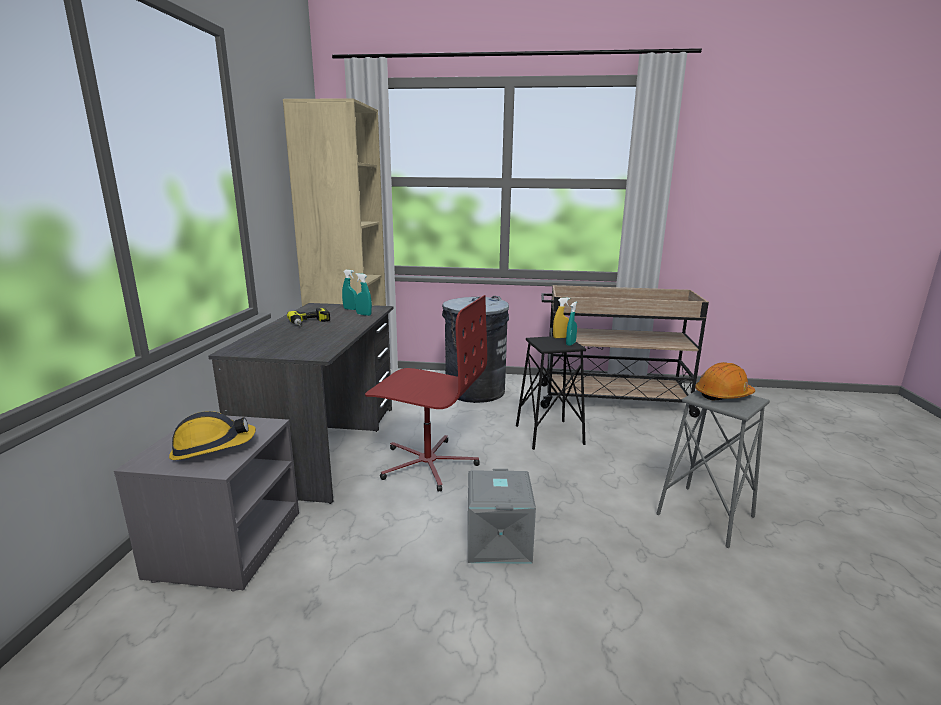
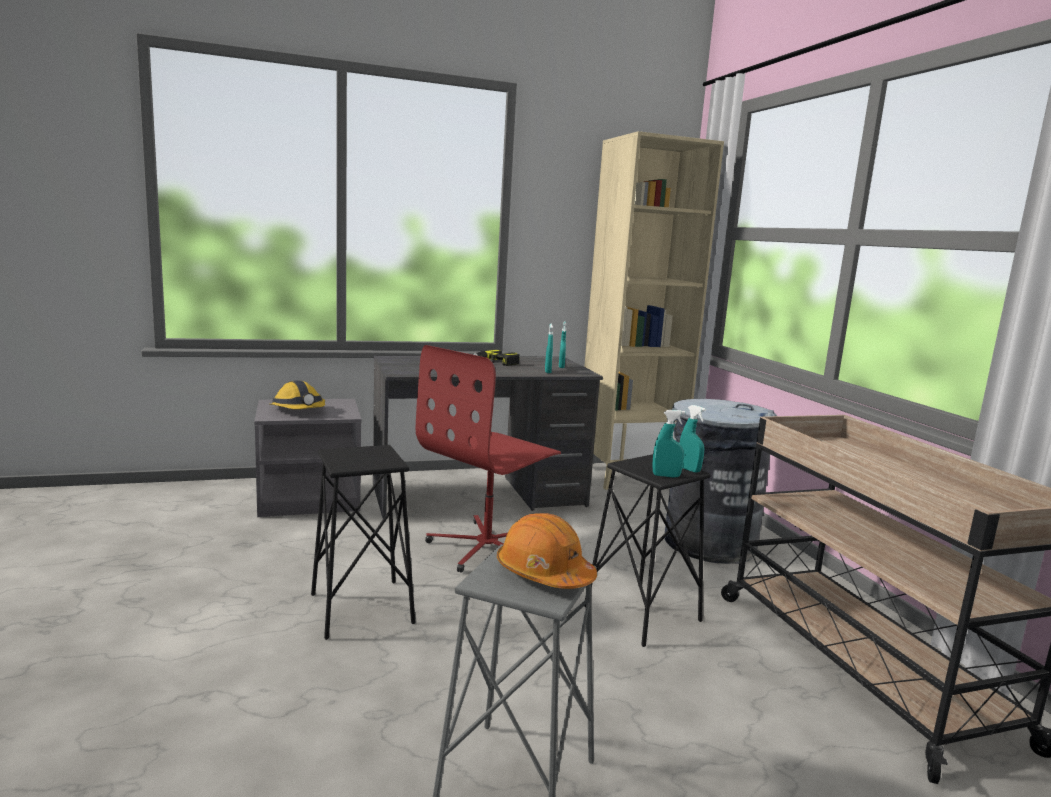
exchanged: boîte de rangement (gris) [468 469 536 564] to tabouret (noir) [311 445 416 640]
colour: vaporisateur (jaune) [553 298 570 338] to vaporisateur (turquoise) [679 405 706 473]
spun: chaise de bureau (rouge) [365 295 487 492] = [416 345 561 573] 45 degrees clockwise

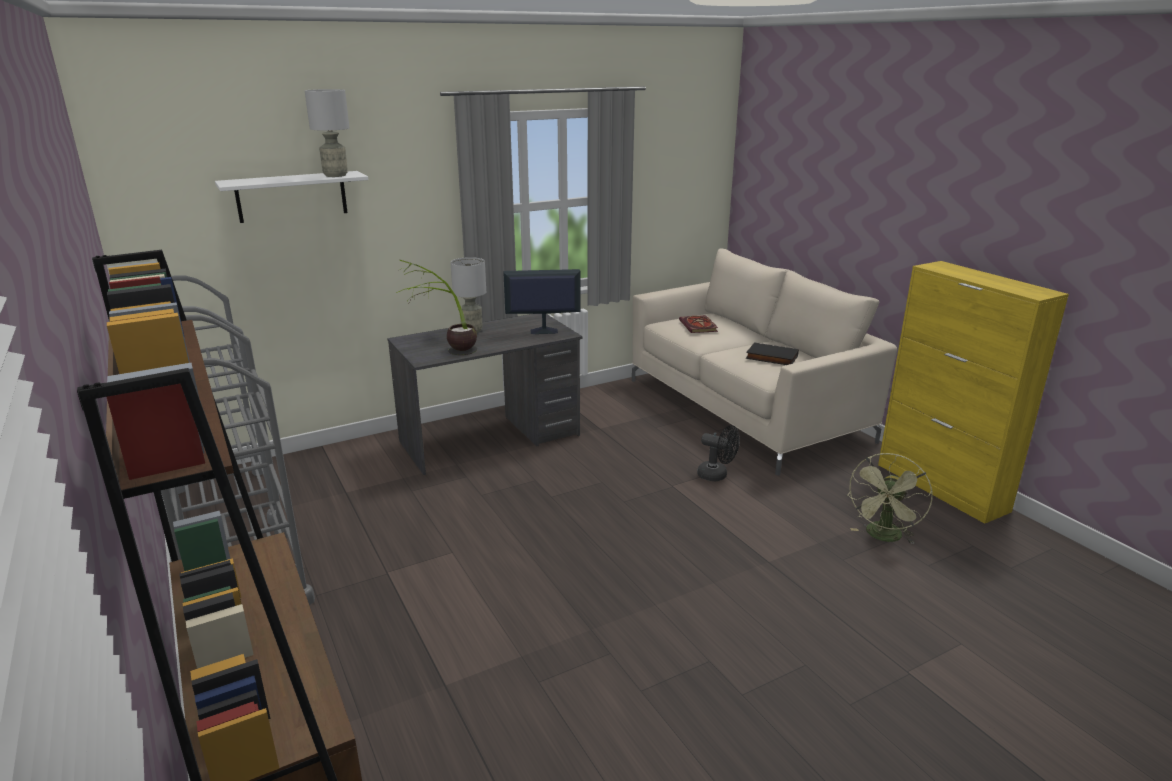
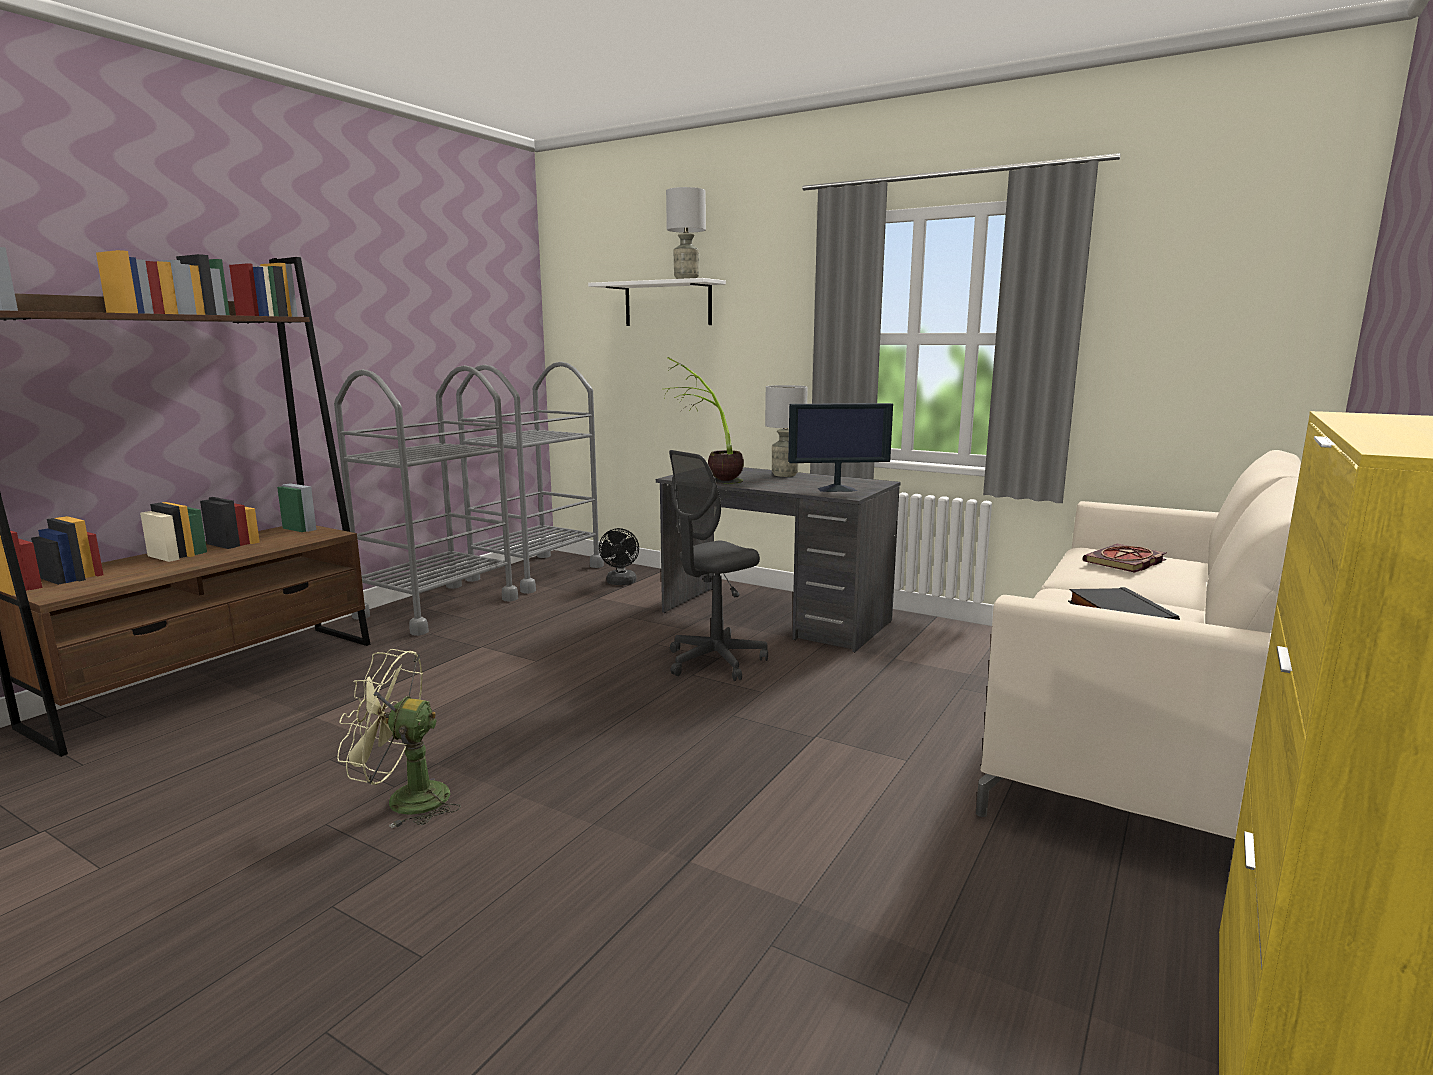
appeared: chaise de bureau (gris) [669 450 768 681]
relocated: ventilateur (noir) [697 425 740 481] to [599 528 639 585]; ventilateur (vert) [847 453 933 544] to [337 649 461 829]
spun: écran d'ordinateur [503 269 581 334] = [788 403 893 492] 120 degrees clockwise

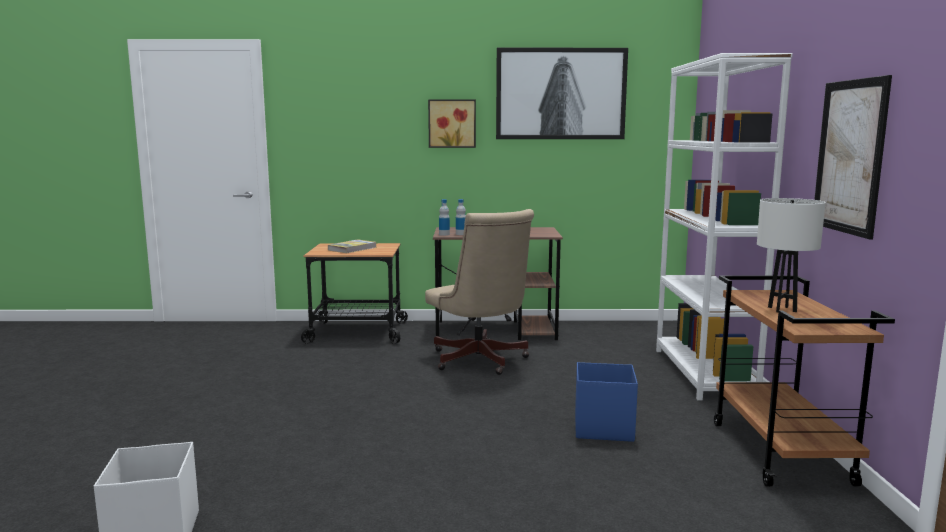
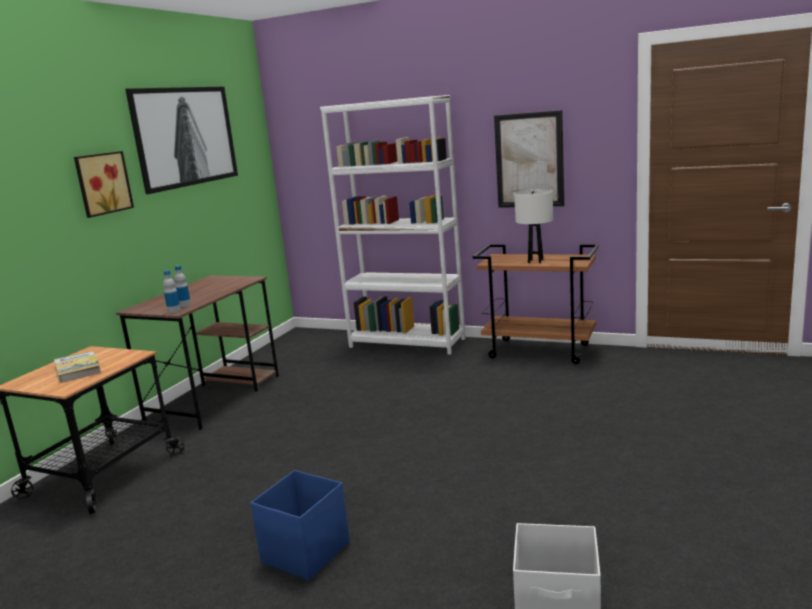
missing: chaise de bureau (beige) [425 209 534 375]
relocated: boîte de rangement (bleu) [575 362 638 442] to [251 470 350 580]

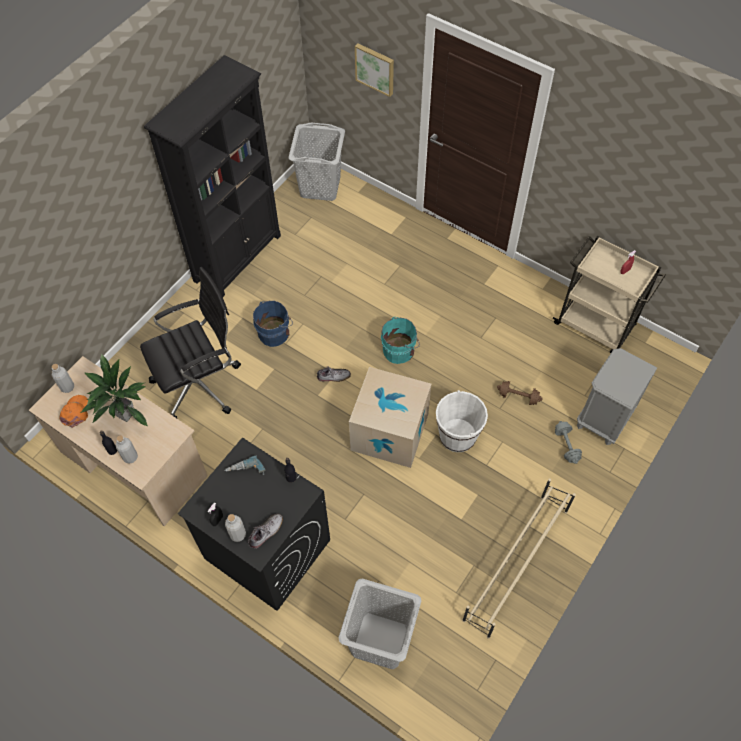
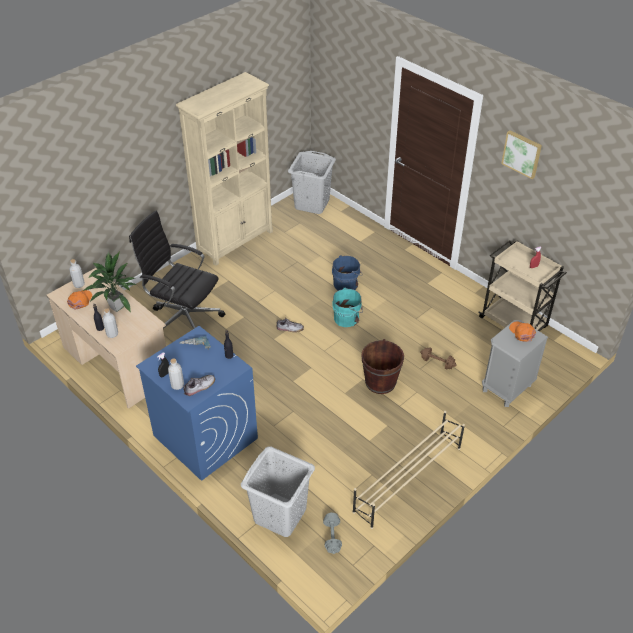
missing: carton [349 367 431 468]
appeared: casquette (orange) [509 321 536 342]
relocated: tableau [355 43 394 97] to [501 130 542 179]; seau (bleu) [253 300 293 347] to [332 255 363 291]; haltère (gris) [555 421 582 464] to [323 512 342 554]
colour: bibliothèque (noir) [144 55 281 297] to bibliothèque (beige) [176 72 273 266]; seau (blanc) [436 390 488 452] to seau (marron) [361 339 404 394]; lave-linge (noir) [178 437 330 611] to lave-linge (bleu) [136 326 258 481]
spun: chaise de bureau (noir) [140 267 241 418] = [129 210 225 329] 135 degrees counterclockwise

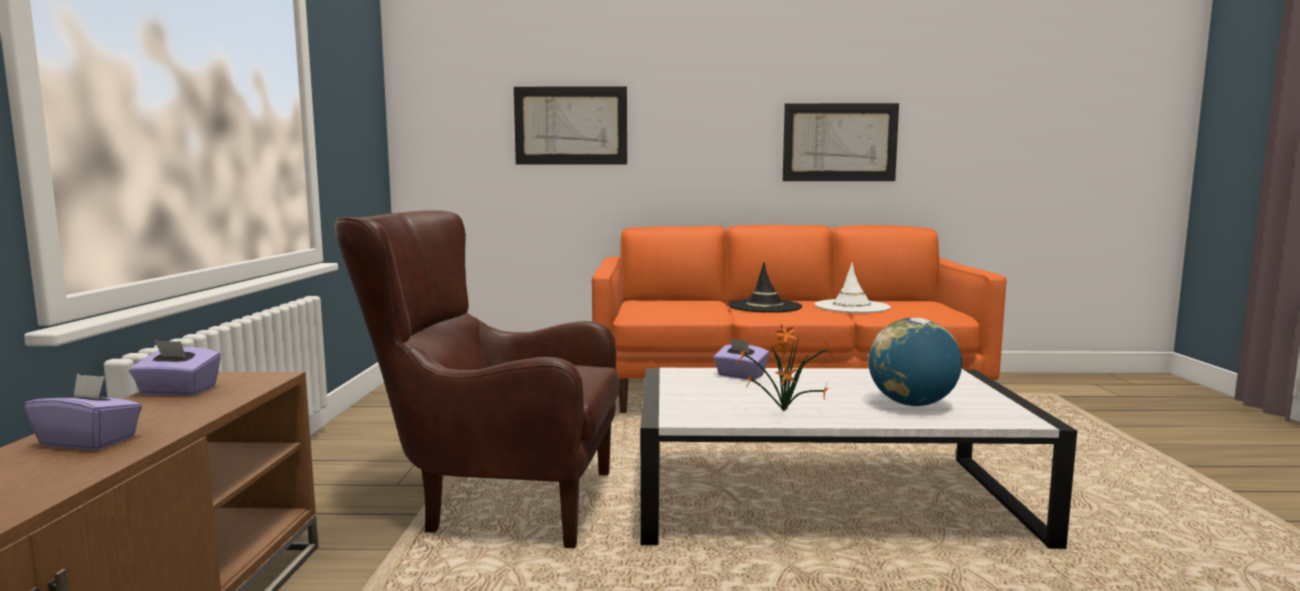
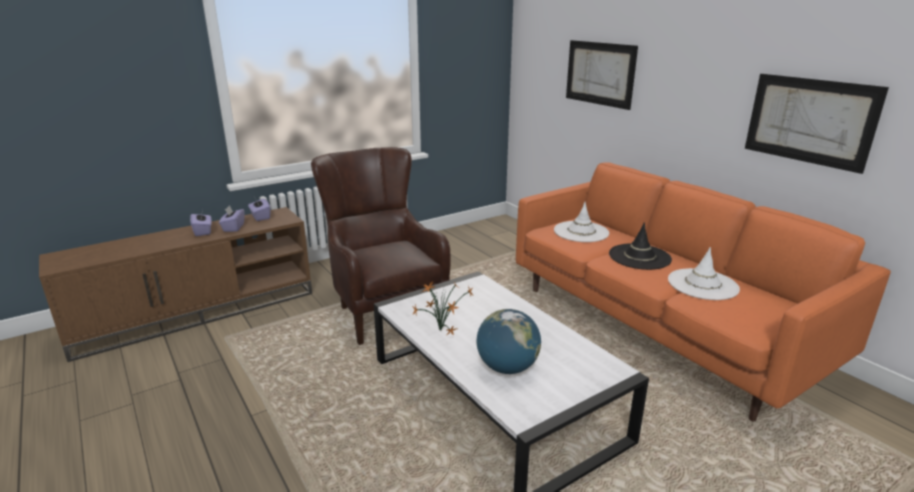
appeared: chapeau (blanc) [554 202 609 242]
relocated: boîte à mouchoirs (violet) [714 338 769 380] to [219 205 245 232]

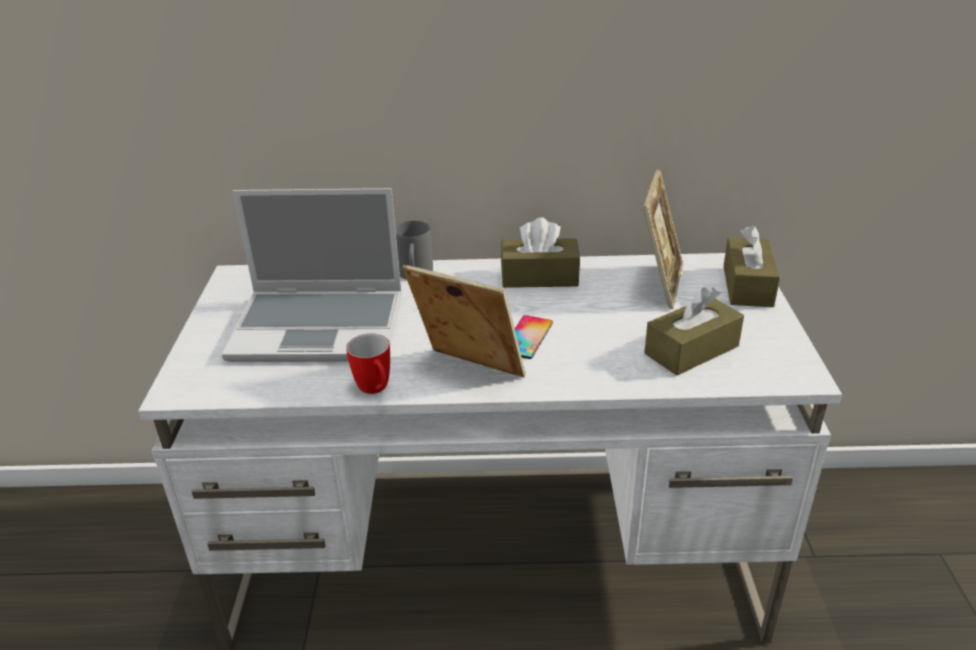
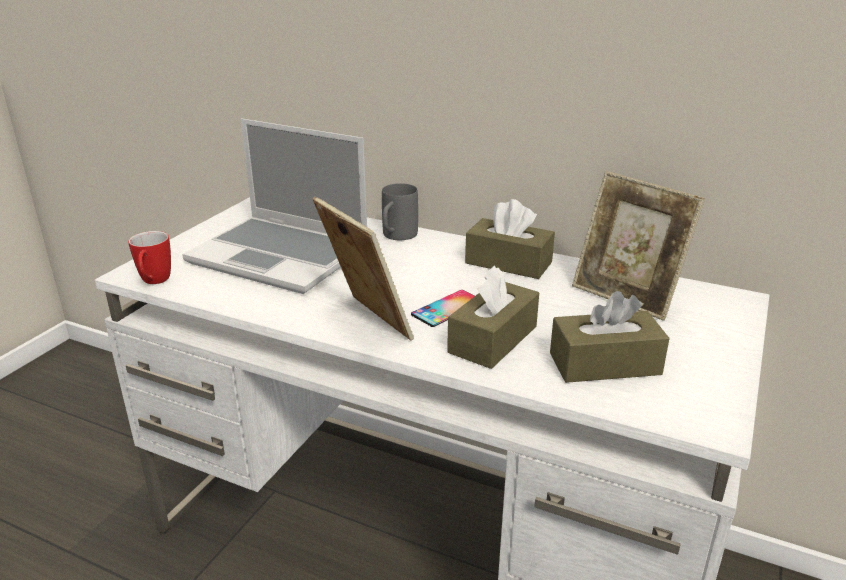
relocated: boîte à mouchoirs (marron) [724 225 780 307] to [447 265 539 369]; mug [346 334 390 394] to [128 231 171 284]
spun: cadre photo [643 169 683 309] = [572 171 705 321] 90 degrees clockwise

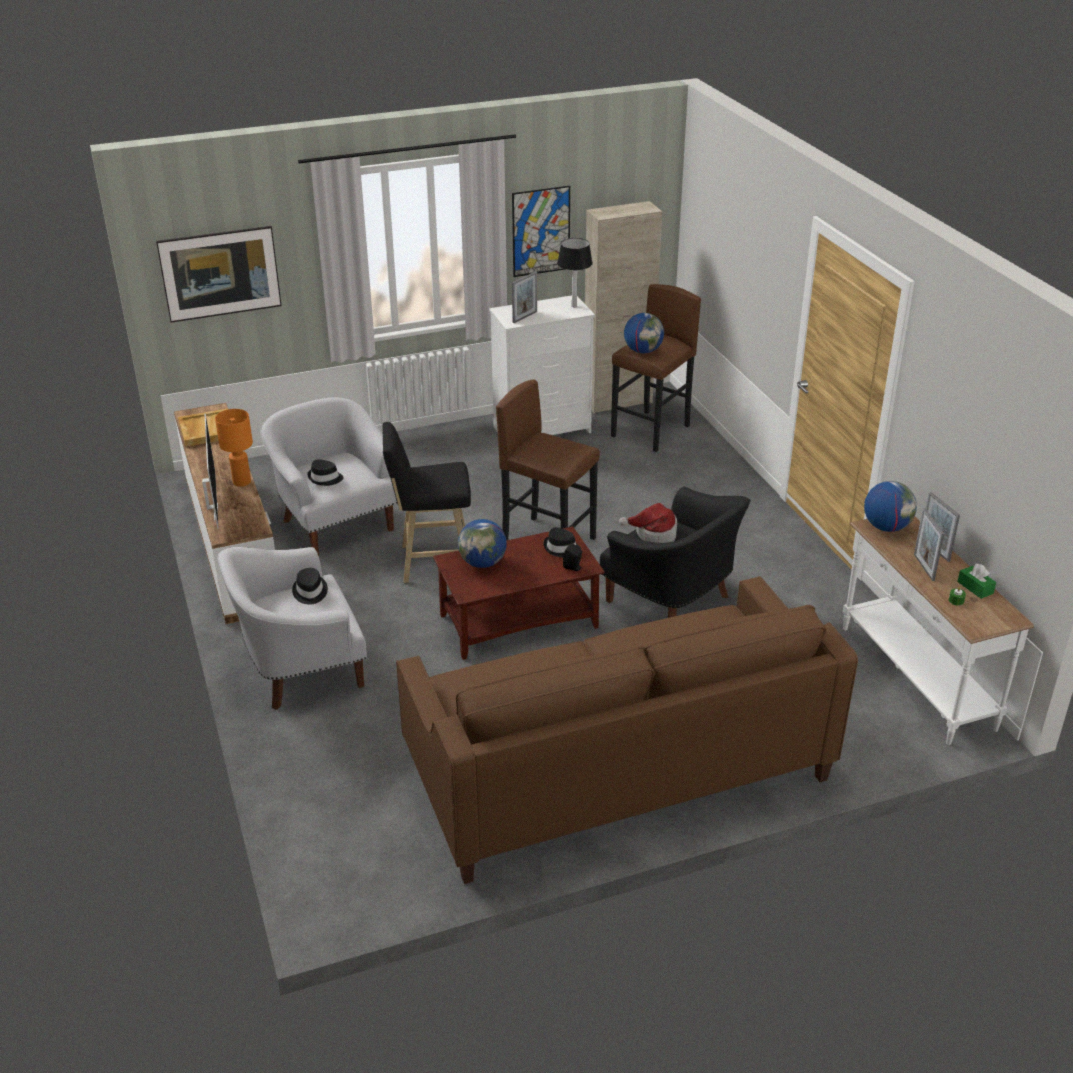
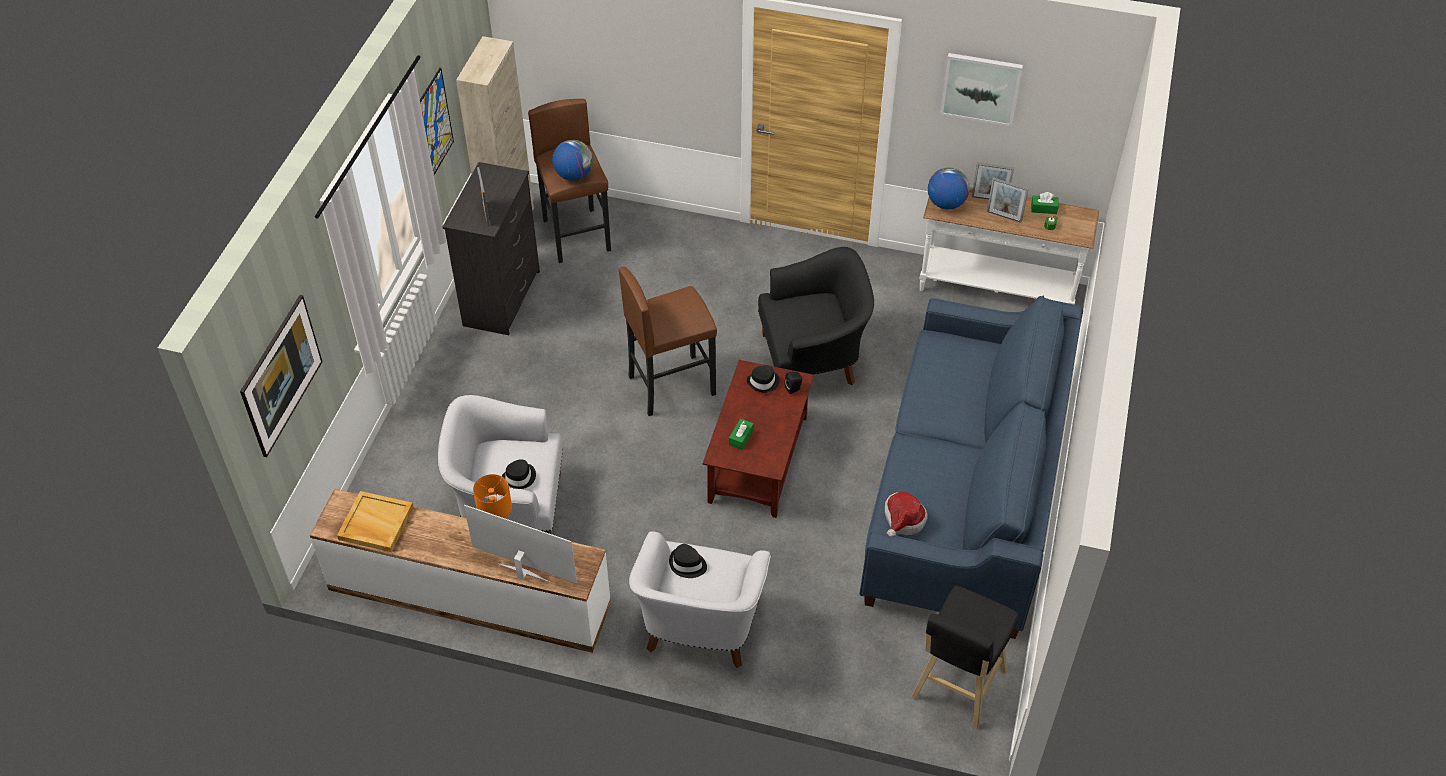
missing: lampe de table [557 238 593 307]
appeared: tableau [940 53 1023 127]
relocated: tabouret (noir) [382 422 471 583] to [911 586 1019 728]; chapeau [619 503 677 543] to [885 492 928 536]
exchanged: globe [458 519 507 568] to boîte à mouchoirs (vert) [729 419 754 450]
colour: commode (blanc) [489 295 595 435] to commode (noir) [443 162 540 335]; canapé (marron) [396 576 858 884] to canapé (bleu) [860 296 1083 639]

